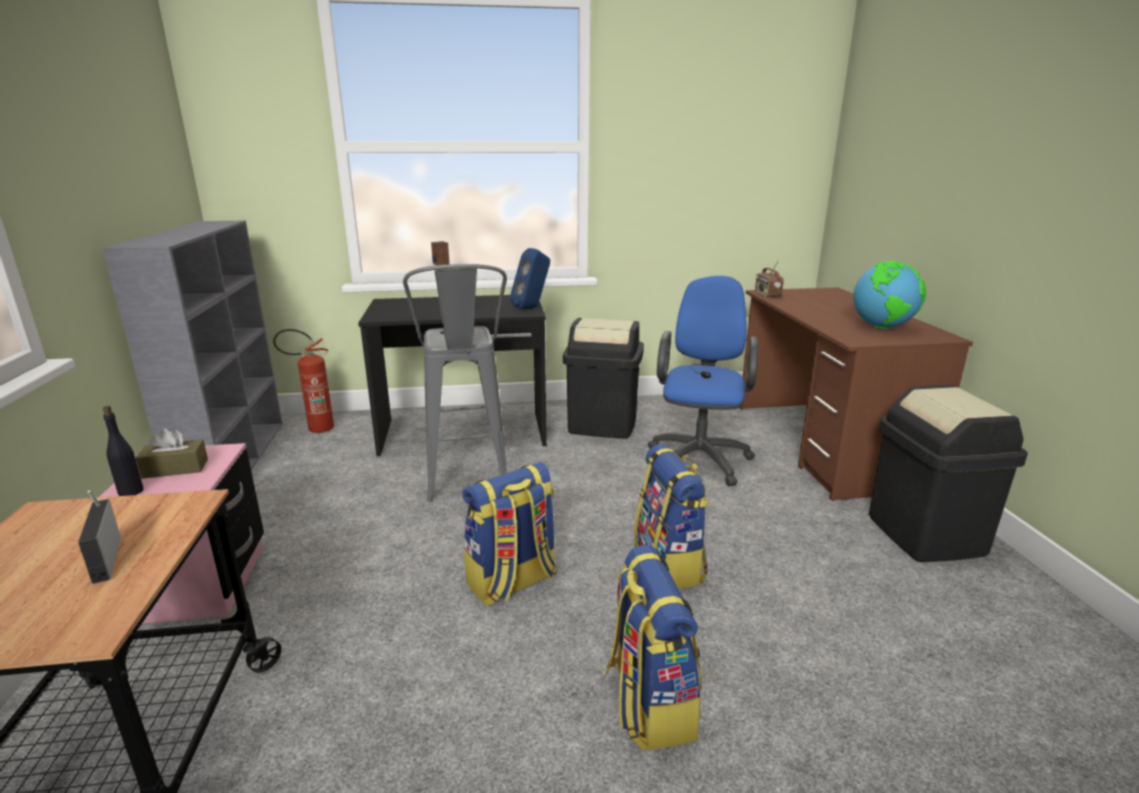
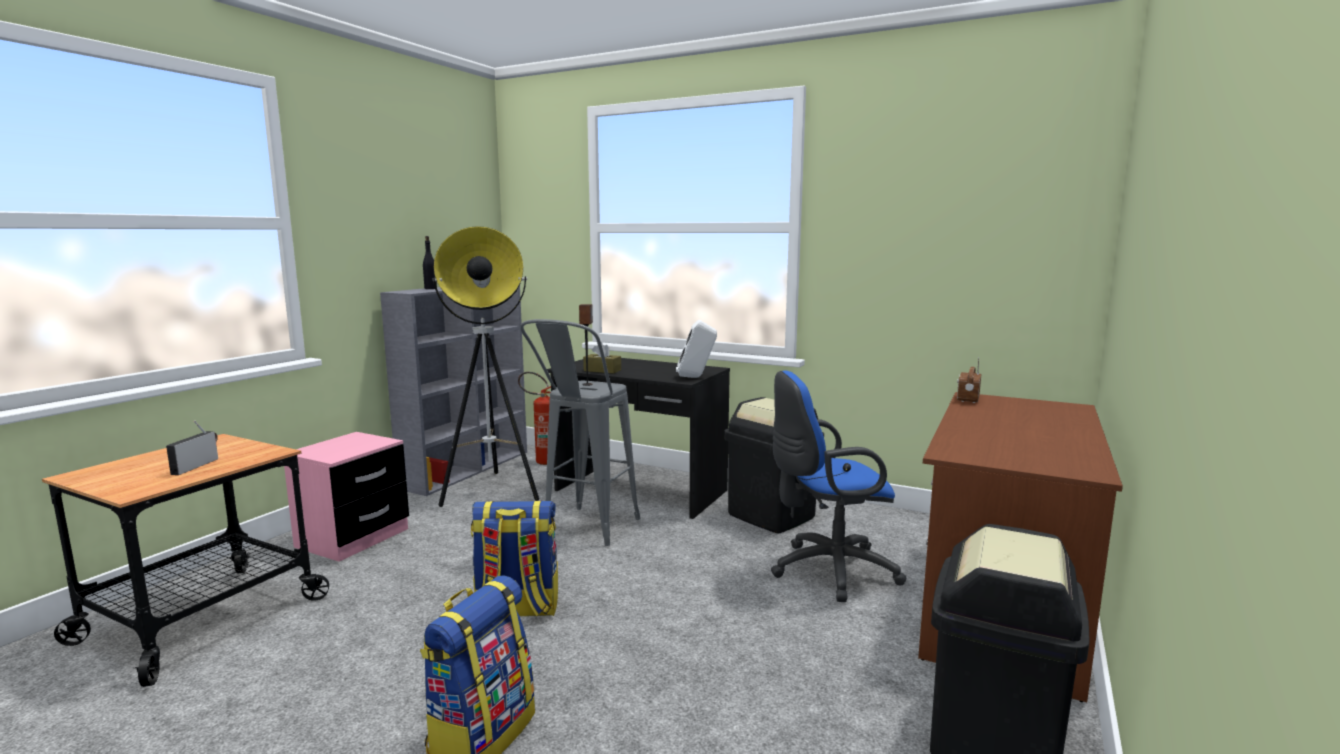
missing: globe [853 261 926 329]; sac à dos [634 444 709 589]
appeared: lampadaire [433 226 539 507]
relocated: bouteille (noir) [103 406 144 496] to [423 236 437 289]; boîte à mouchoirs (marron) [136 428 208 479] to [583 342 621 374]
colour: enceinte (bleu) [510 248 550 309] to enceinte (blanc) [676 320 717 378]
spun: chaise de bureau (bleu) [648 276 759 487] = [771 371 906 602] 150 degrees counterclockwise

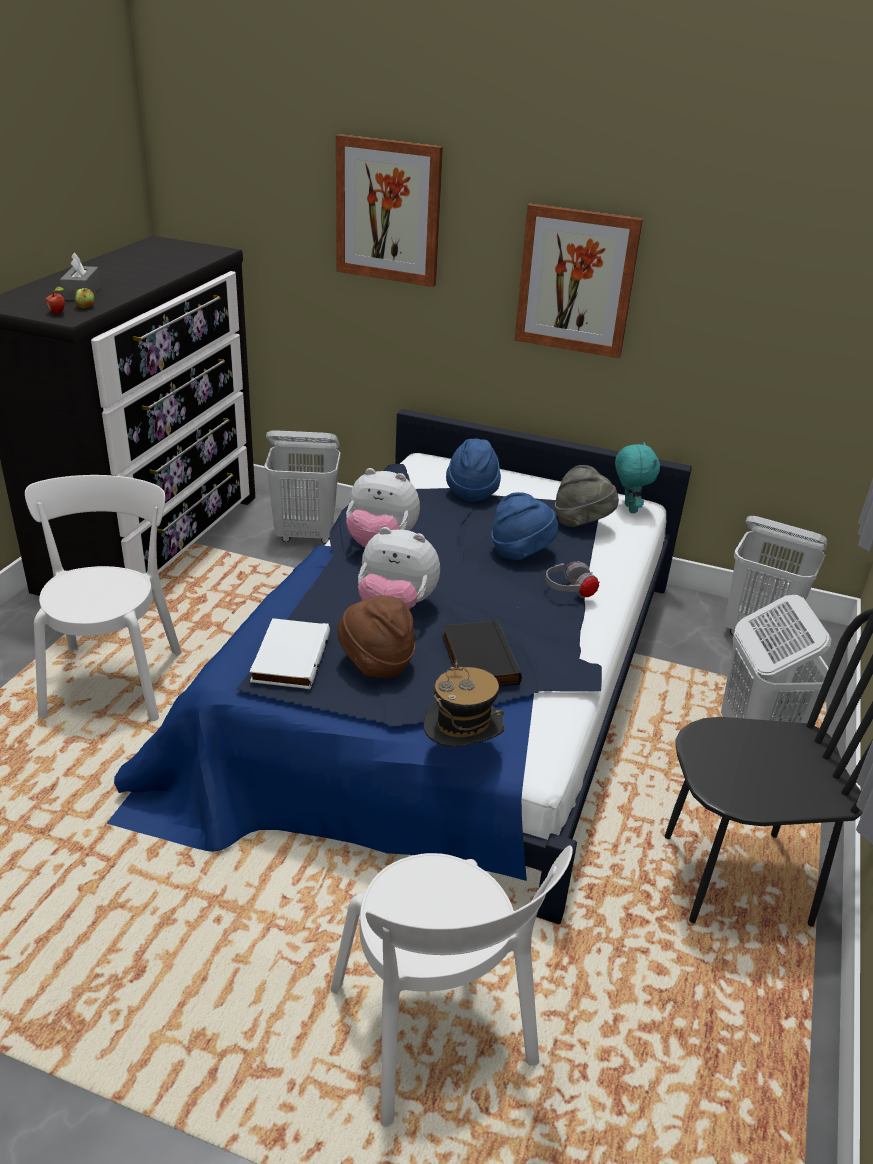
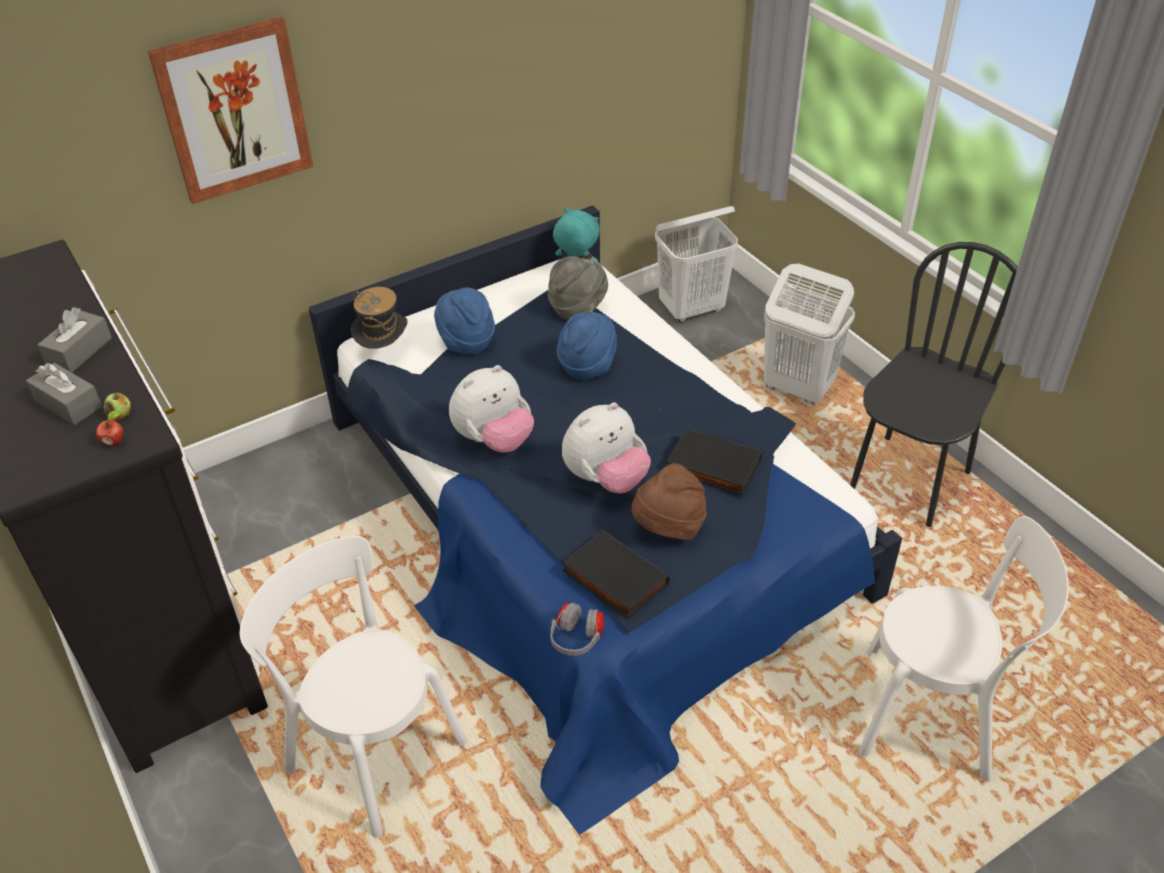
missing: tableau [515 204 643 358]; panier à linge (blanc) [264 430 341 544]
appeared: boîte à mouchoirs (gris) [38 307 112 373]
relocated: casque audio (gris) [545 561 600 598] to [550 603 604 656]; chapeau [423 660 504 747] to [351 287 408 349]
colour: livre (blanc) [250 618 330 689] to livre (noir) [563 530 669 619]

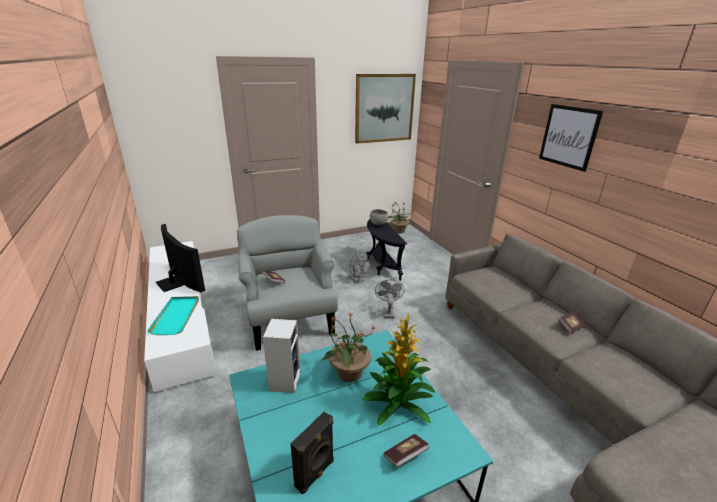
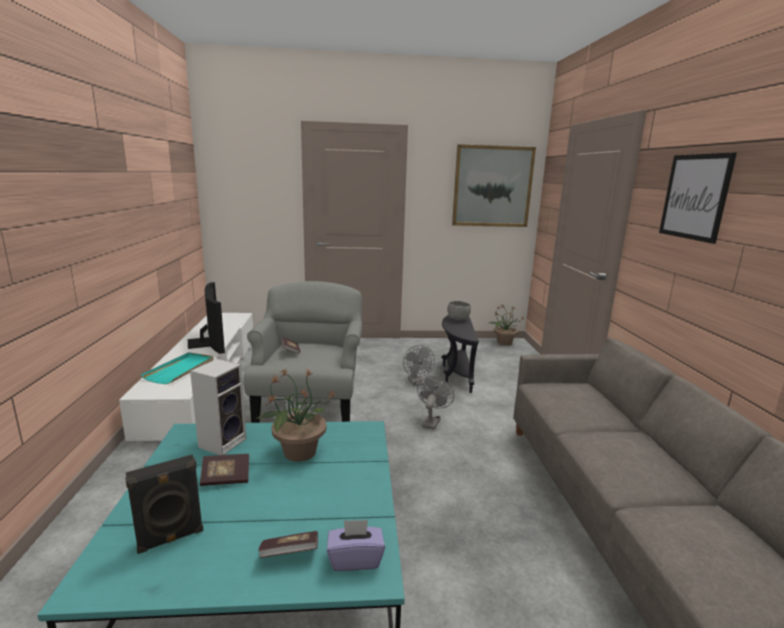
missing: plante en pot [362 314 435 426]
appeared: boîte à mouchoirs (violet) [327 520 385 571]
relocated: livre [558 310 586 334] to [200 454 249 486]

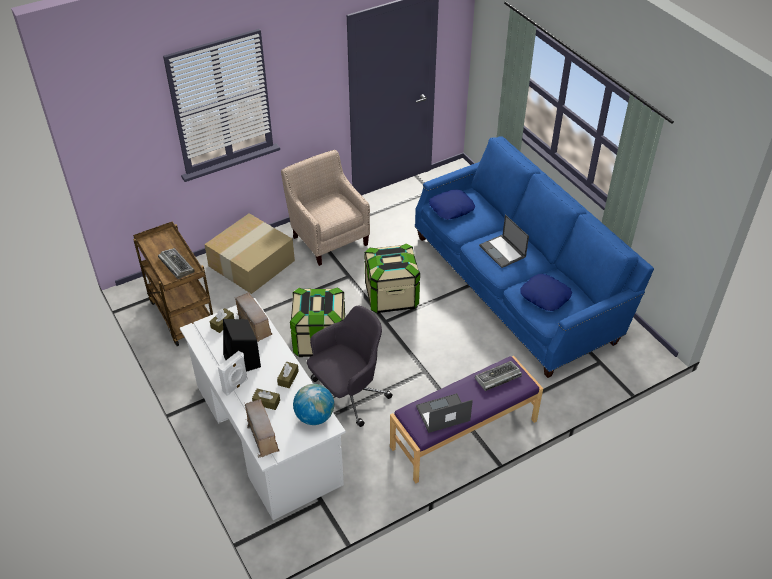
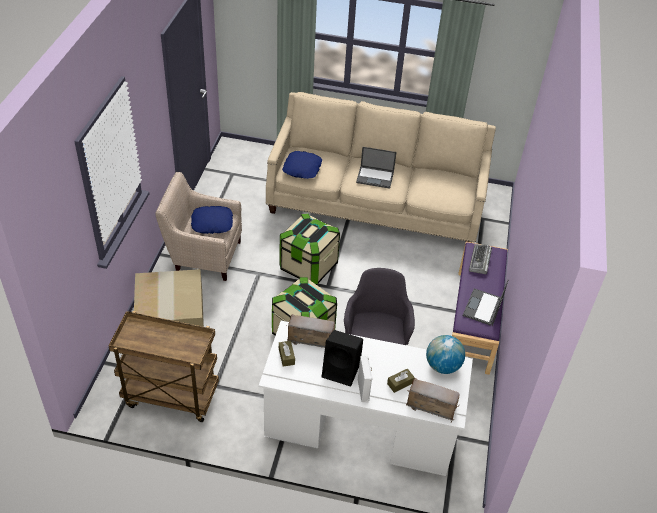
missing: clavier [158 248 195 279]; boîte à mouchoirs (marron) [277 362 299 388]
relocated: coussin (bleu) [520 274 572 311] to [191 206 233 234]
colour: canapé (bleu) [415 136 654 378] to canapé (beige) [266 92 496 243]

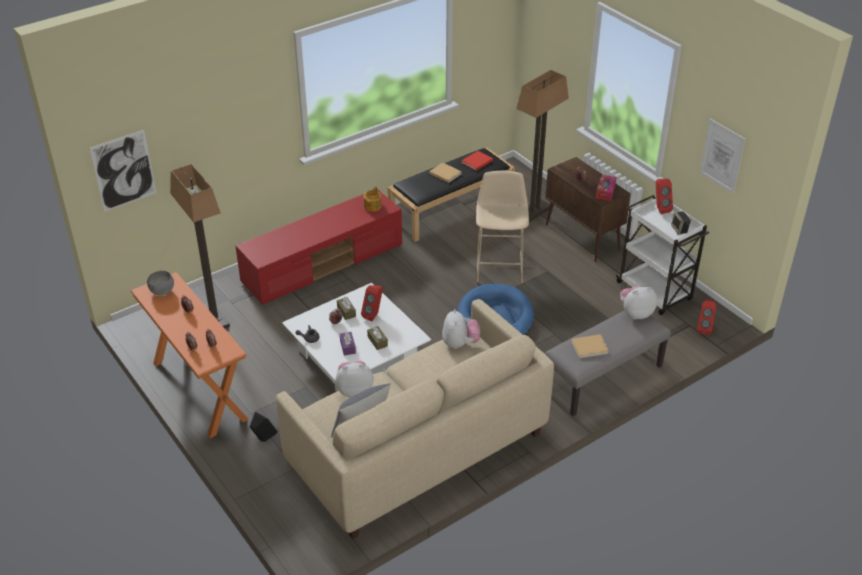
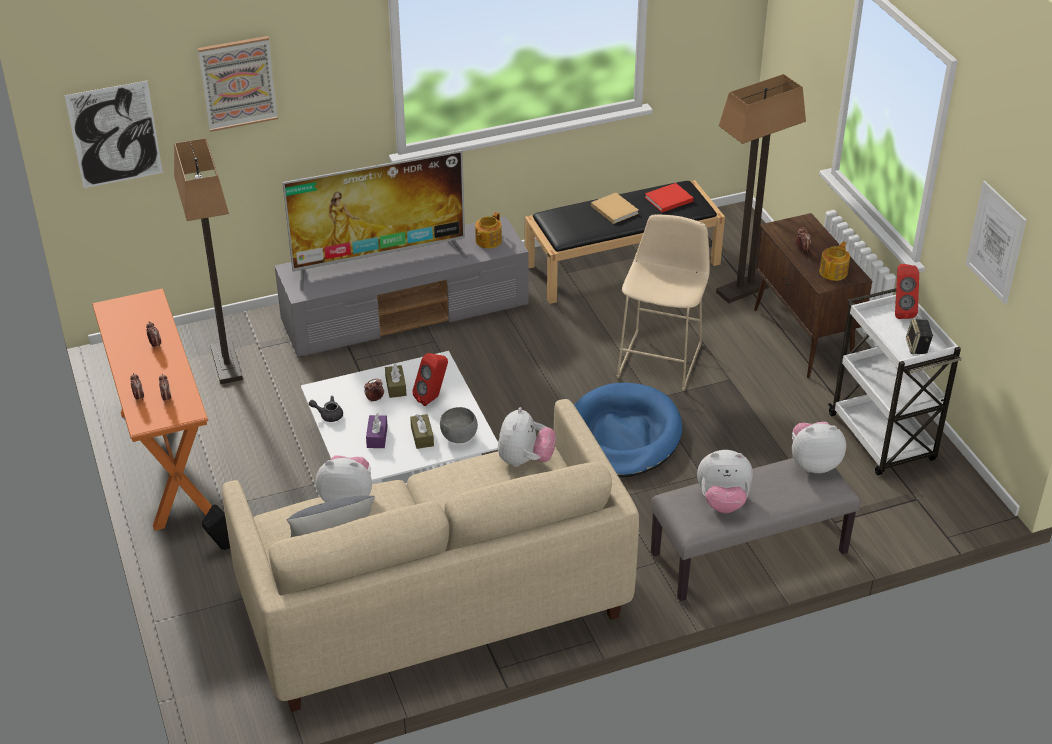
missing: enceinte (rouge) [697 299 716 335]
appeared: tableau [198 36 278 132]; téléviseur [282 150 468 291]
relocated: bol (gris) [147 271 174 296] to [440 407 478 443]
exchanged: boîte à mouchoirs [596 175 616 201] to théière [819 241 850 281]; livre (beige) [571 334 609 358] to peluche [697 450 753 513]
colour: meuble télé (rouge) [235 189 402 305] to meuble télé (gris) [275 216 529 357]

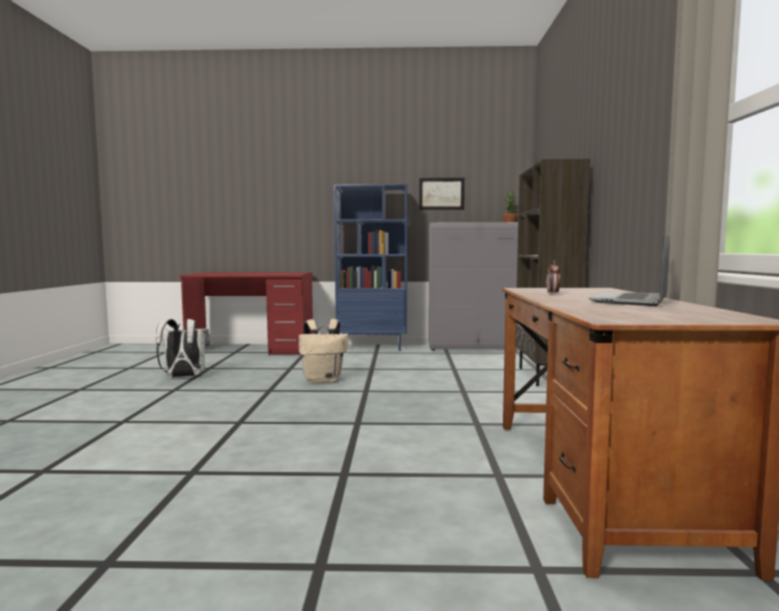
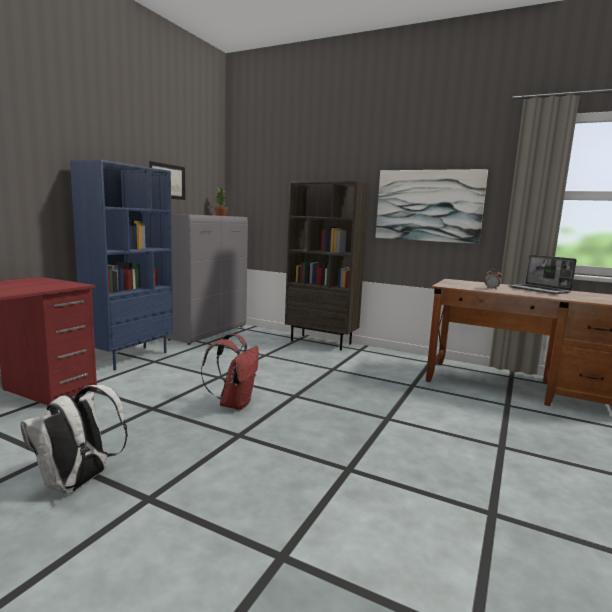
appeared: tableau [375 169 488 244]
colour: sac à dos (beige) [299 319 348 384] to sac à dos (rouge) [201 334 259 410]

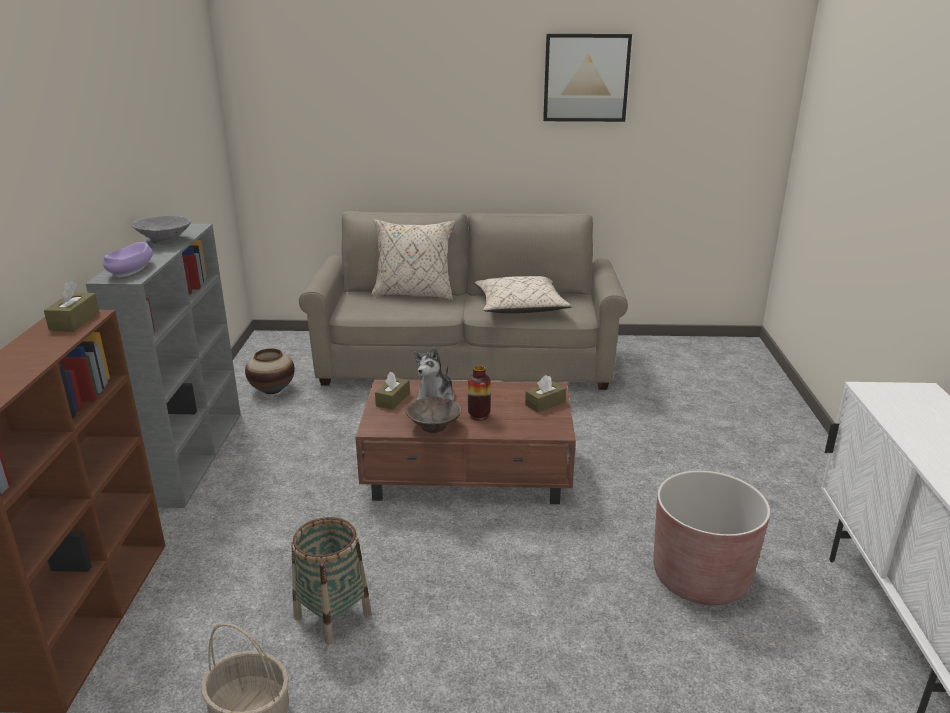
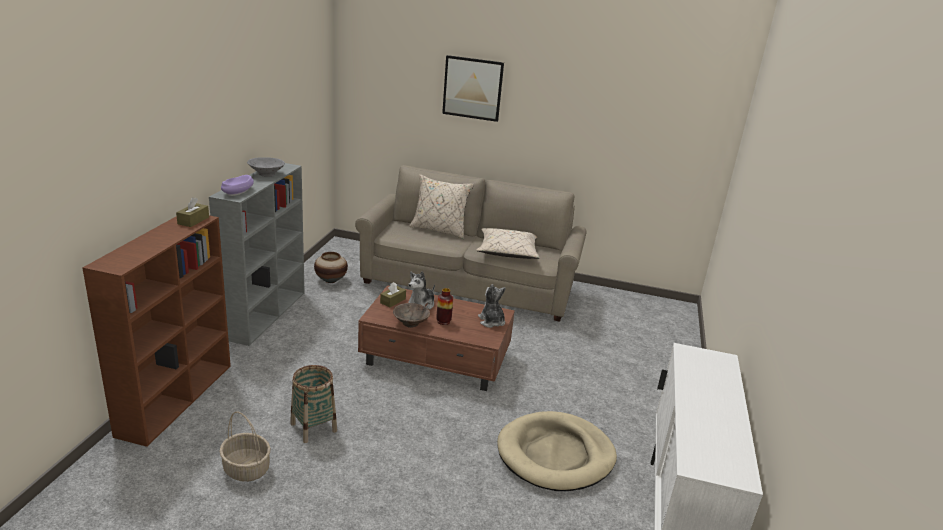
relocated: tableau [543 34 632 122] to [442 55 504 122]
exchanged: boîte à mouchoirs (marron) [525 375 566 413] to peluche [478 284 506 328]; cache-pot (marron) [654 470 770 605] to panier pour chien (beige) [497 411 617 491]

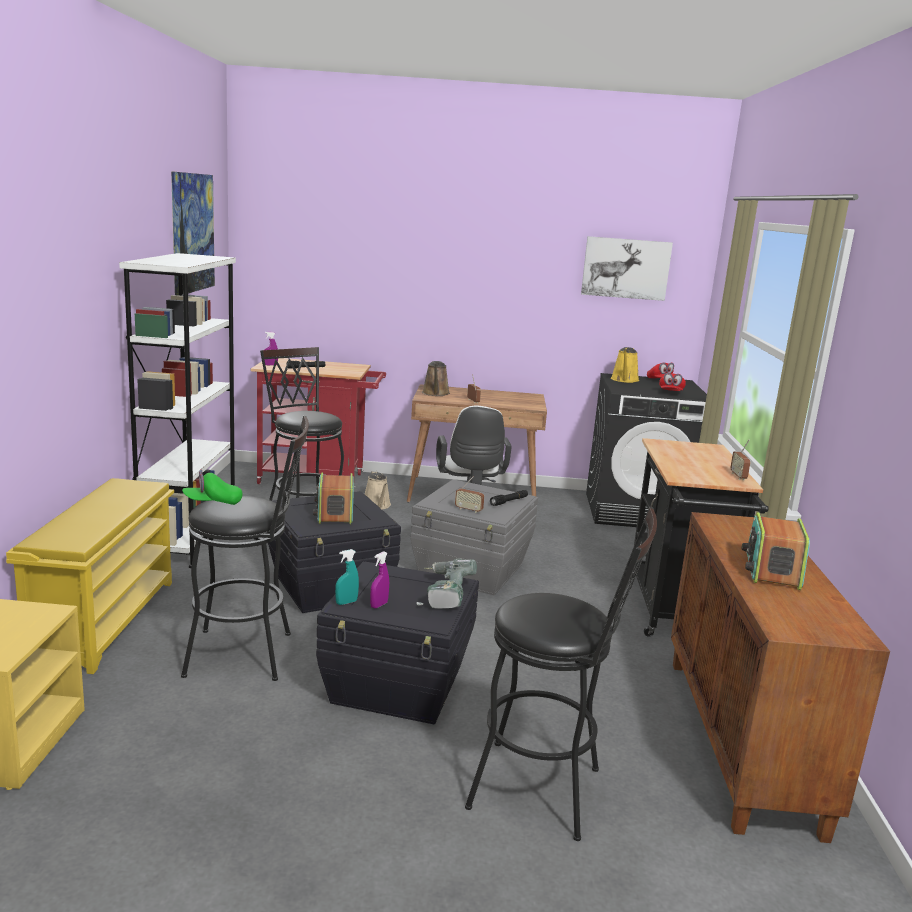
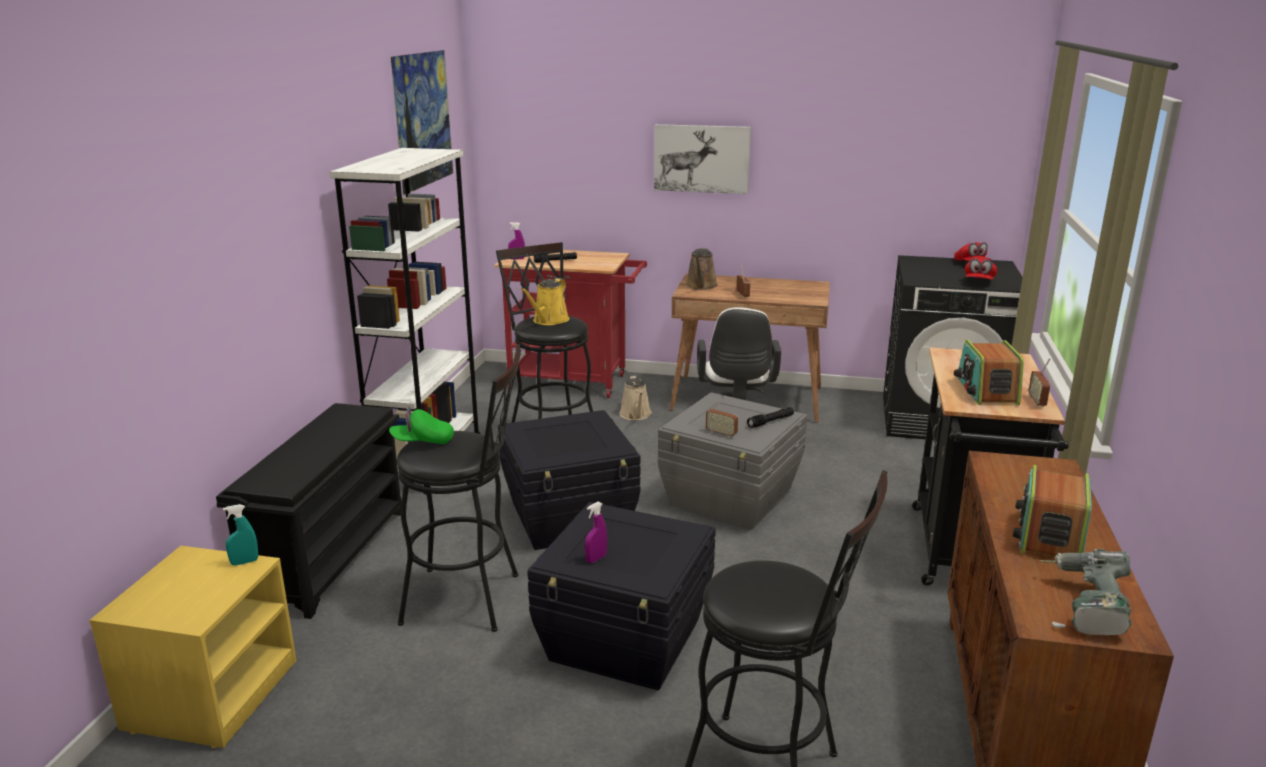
relocated: tableau [581 236 673 301] to [654 124 751 194]; arrosoir (jaune) [611 347 639 383] to [521 278 569 325]; radio [313 472 354 524] to [954 340 1024 405]; vaporisateur (turquoise) [335 549 359 605] to [223 504 258 565]; perceuse [416 559 477 609] to [1040 549 1131 635]
colour: étagère à chaussures (jaune) [6 478 174 674] to étagère à chaussures (noir) [216 403 402 619]

